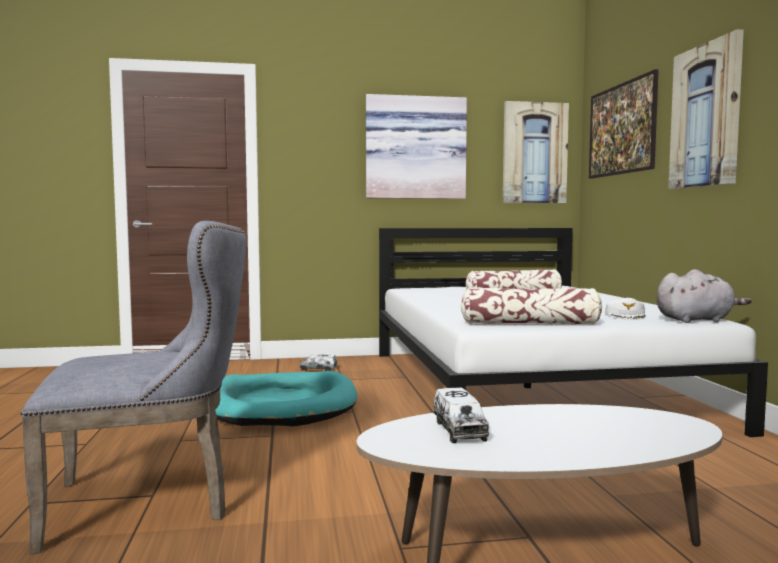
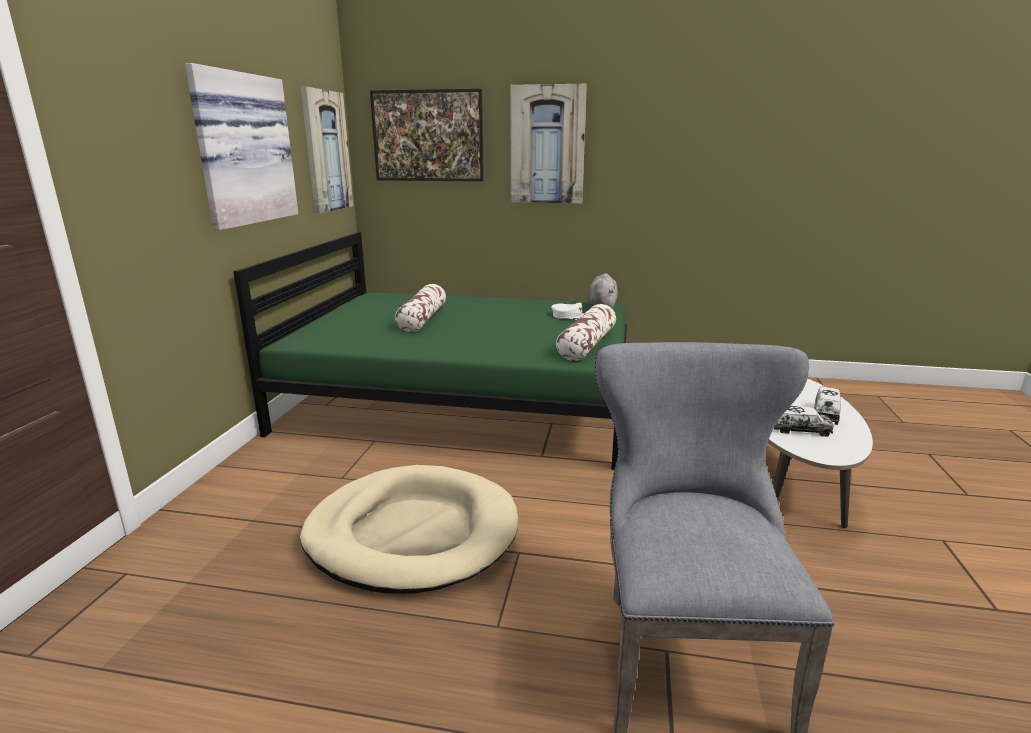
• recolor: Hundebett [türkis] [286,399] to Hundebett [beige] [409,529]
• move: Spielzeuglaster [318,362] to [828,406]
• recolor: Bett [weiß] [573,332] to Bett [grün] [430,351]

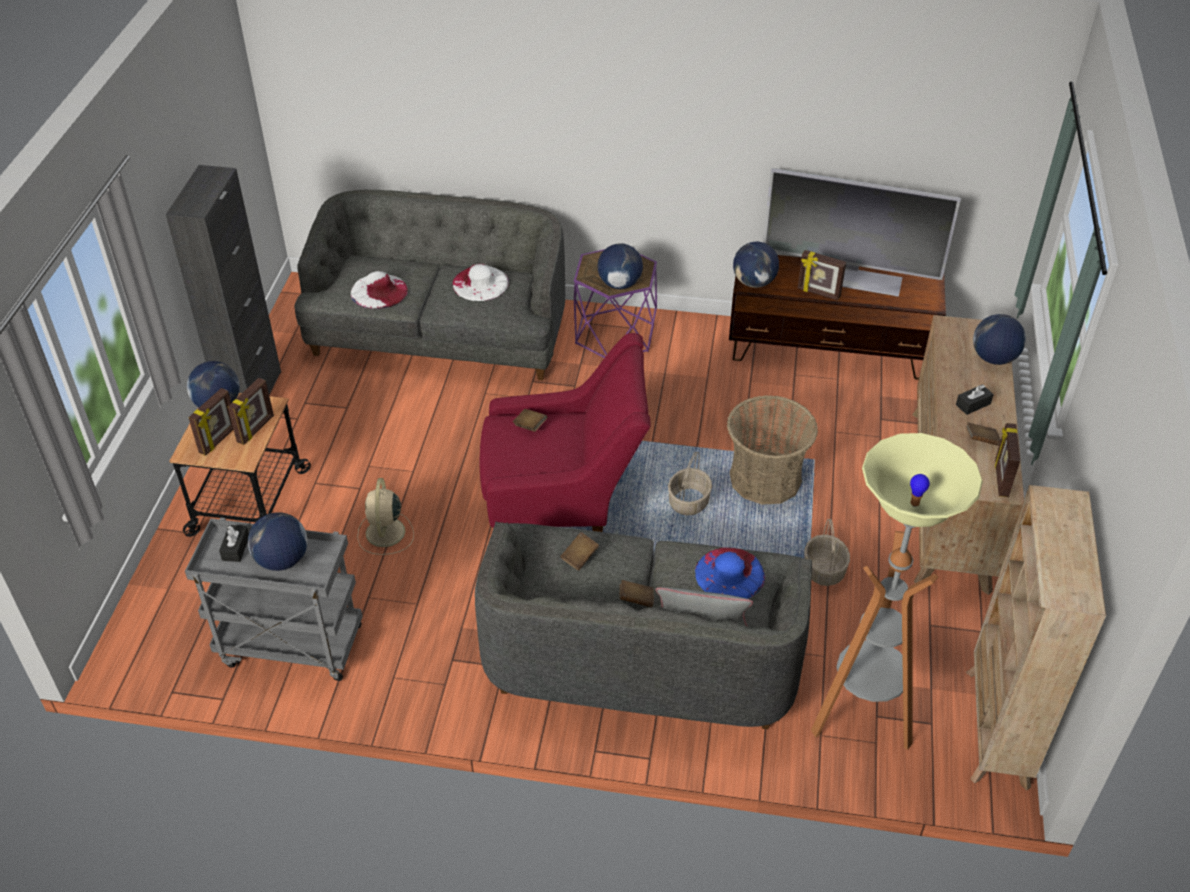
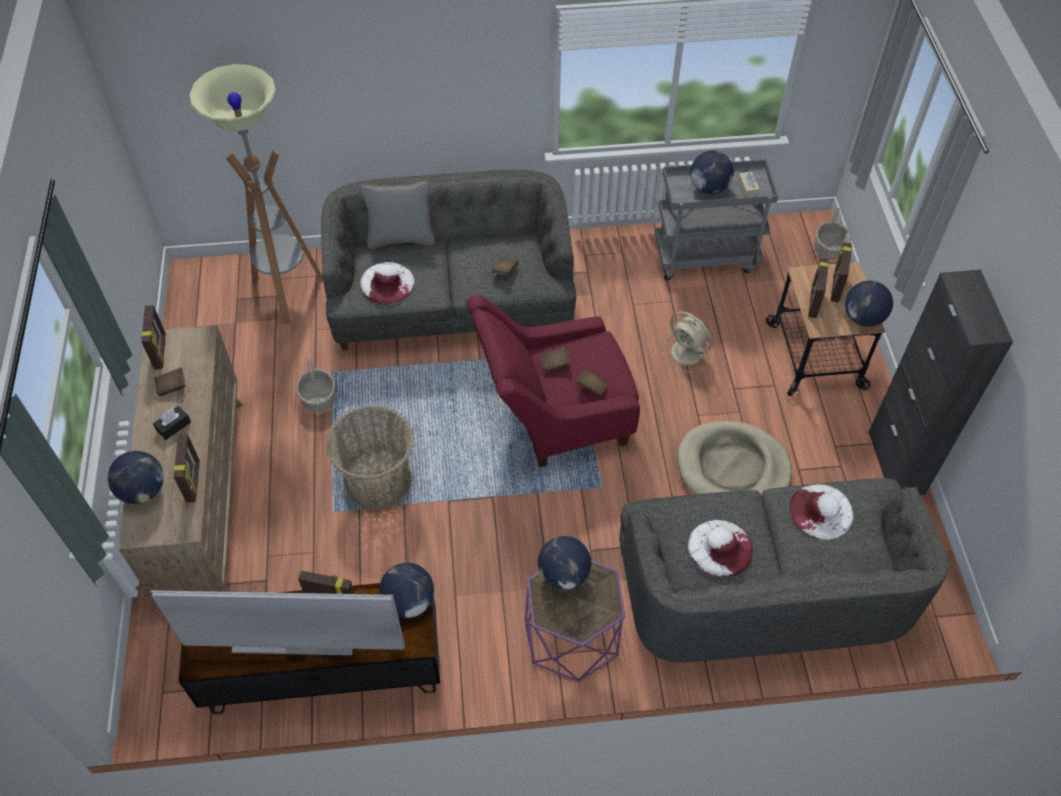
• recolor: Taschentuchbox [schwarz] [234,543] to Taschentuchbox [beige] [749,184]
• rotate: Ventilator [beige] [385,516] = [688,341] 150 degrees clockwise
• move: Buch [braun] [637,593] to [555,360]
• move: Korb [690,484] to [832,234]
• recolor: Hut [blau] [730,573] to Hut [weiß] [387,283]
• delete: Bücherregal [beige] [1036,637]
• insert: Bilderrahmen [186,468]
• insert: Hundebett [beige] [734,458]

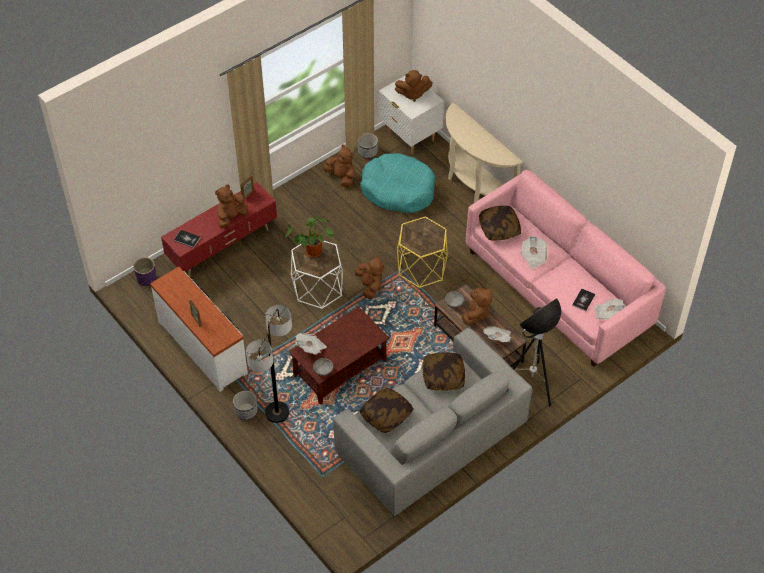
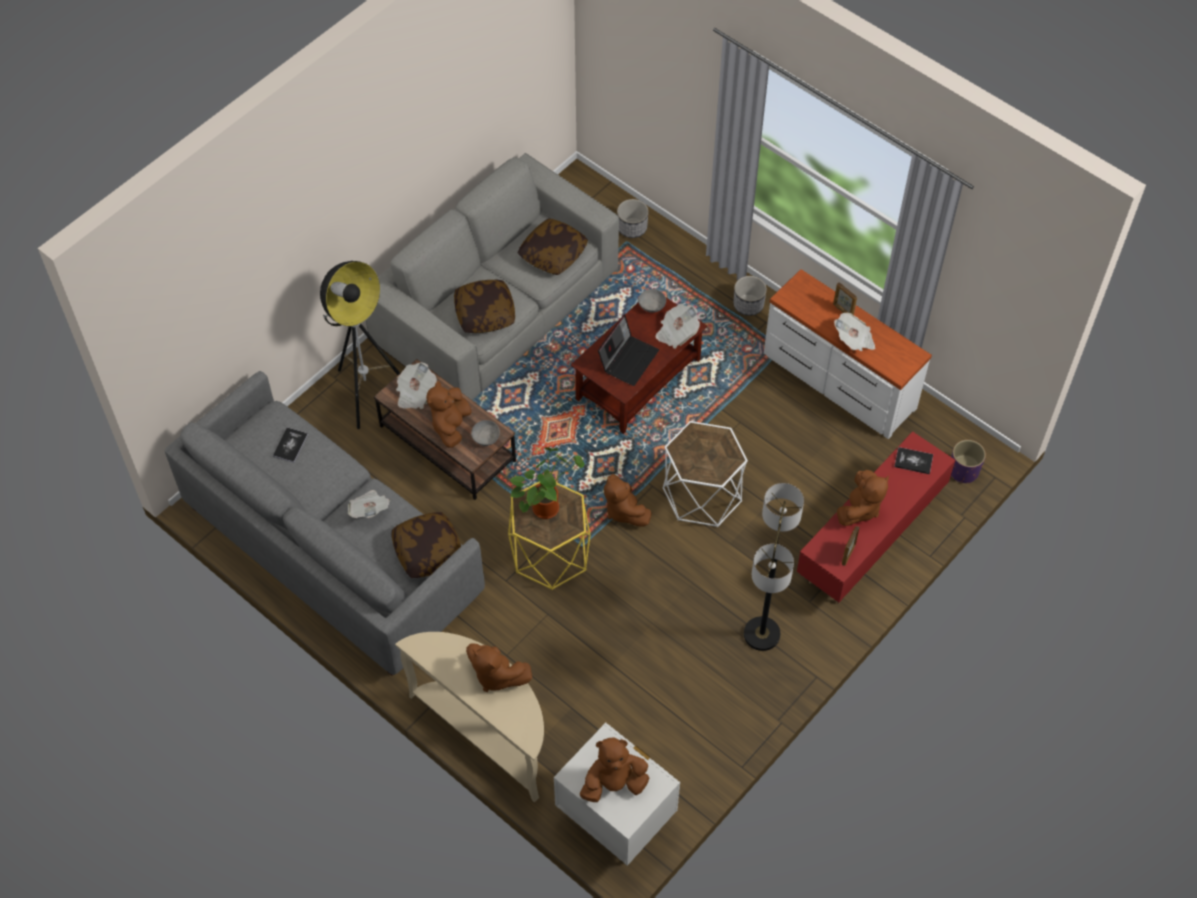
• move: Stehlampe [269,364] to [774,567]
• move: Topfpflanze [310,237] to [547,483]
• move: Plüschtier [braun] [339,165] to [499,667]
• move: Pflanzkübel [367,146] to [632,218]
• delete: Hundebett [türkis] [397,183]
• recolor: Sofa [rosa] [566,268] to Sofa [grau] [325,523]
• move: Zeitung [610,309] to [854,332]
• insert: Laptop [628,350]

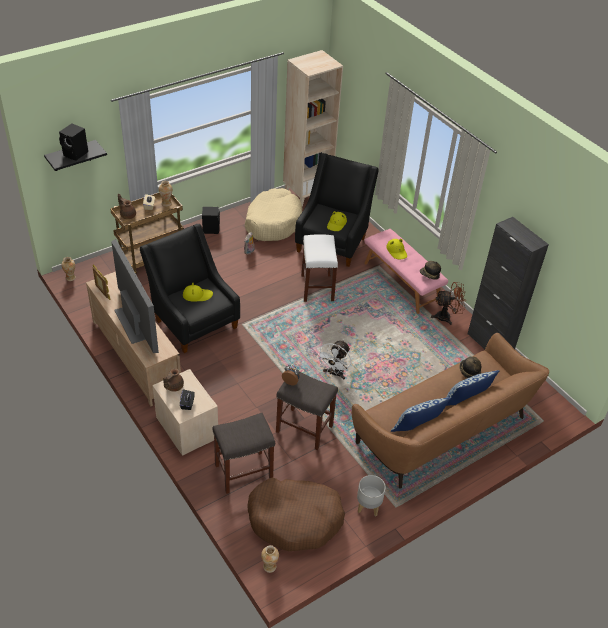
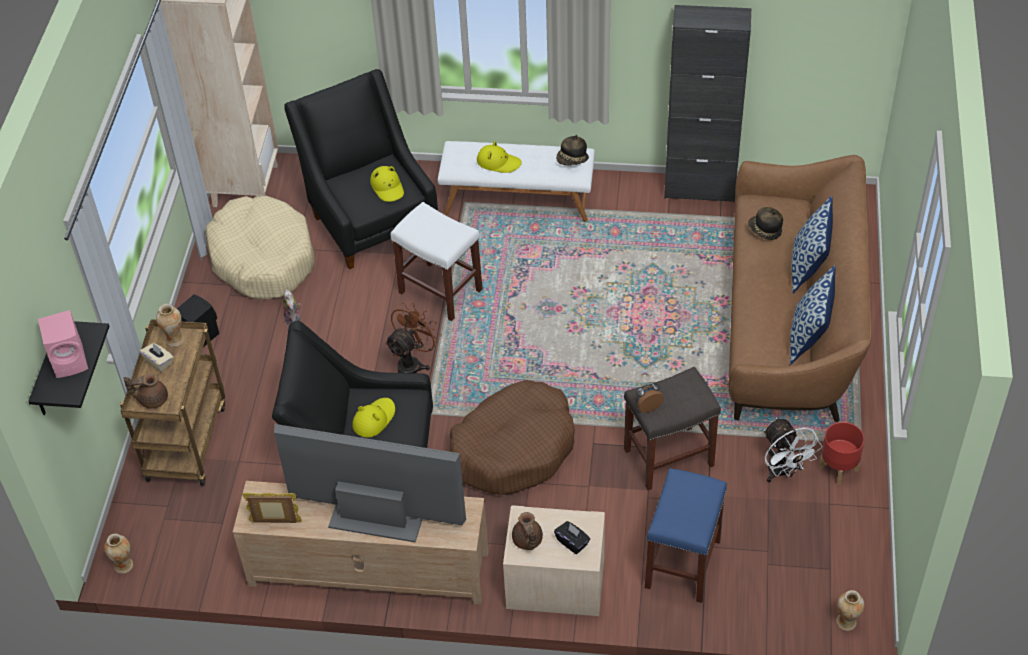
• recolor: Lautsprecher [schwarz] [73,141] to Lautsprecher [rosa] [63,344]
• recolor: Hocker [grau] [243,453] to Hocker [blau] [686,535]
• move: Hundebett [braun] [296,514] to [512,437]
• move: Ventilator [weiß] [334,359] to [793,450]
• recolor: Pflanzkübel [grau] [371,496] to Pflanzkübel [rot] [842,453]
• recolor: Bank [rosa] [406,271] to Bank [weiß] [516,181]
• move: Ventilator [braun] [448,303] to [413,338]

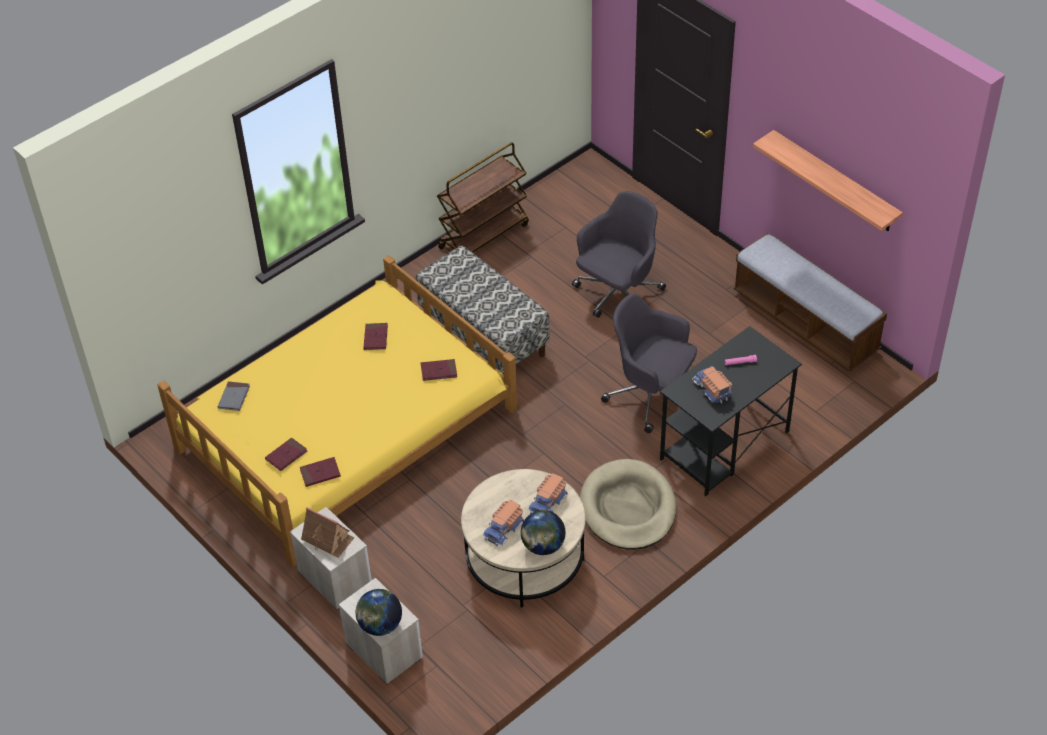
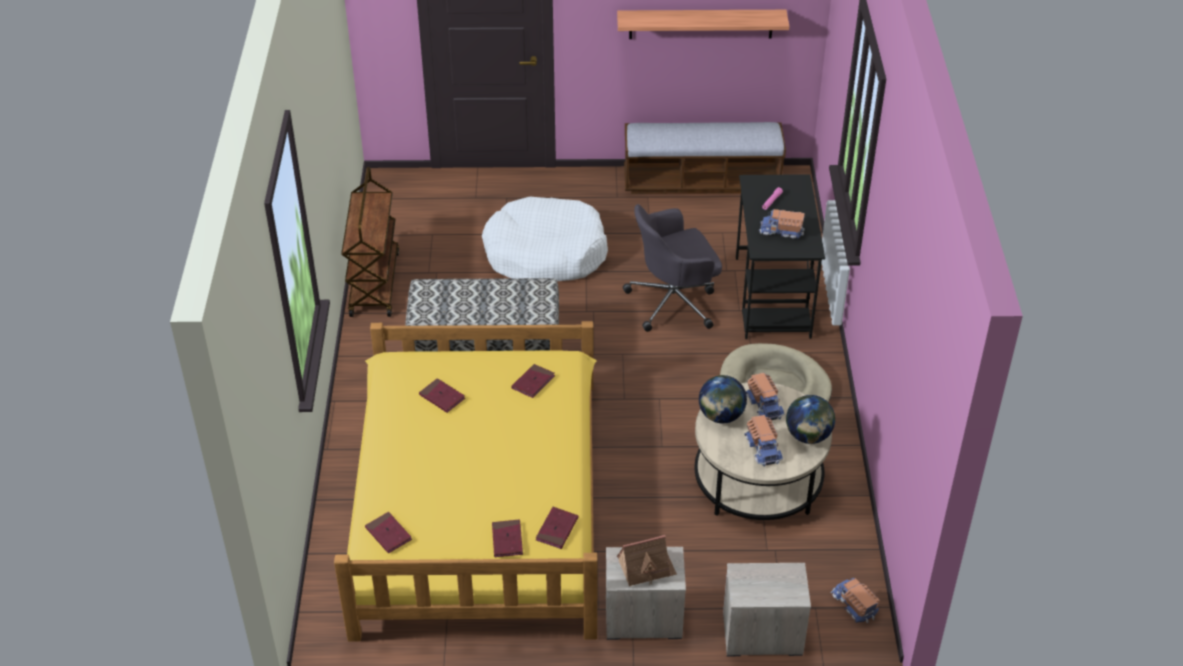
• recolor: Buch [grau] [234,396] to Buch [rot] [388,532]
• move: Globus [378,612] to [723,399]
• replace: Bürostuhl [grau] [619,254] to Hundebett [weiß] [545,239]
• insert: Spielzeuglaster [855,600]

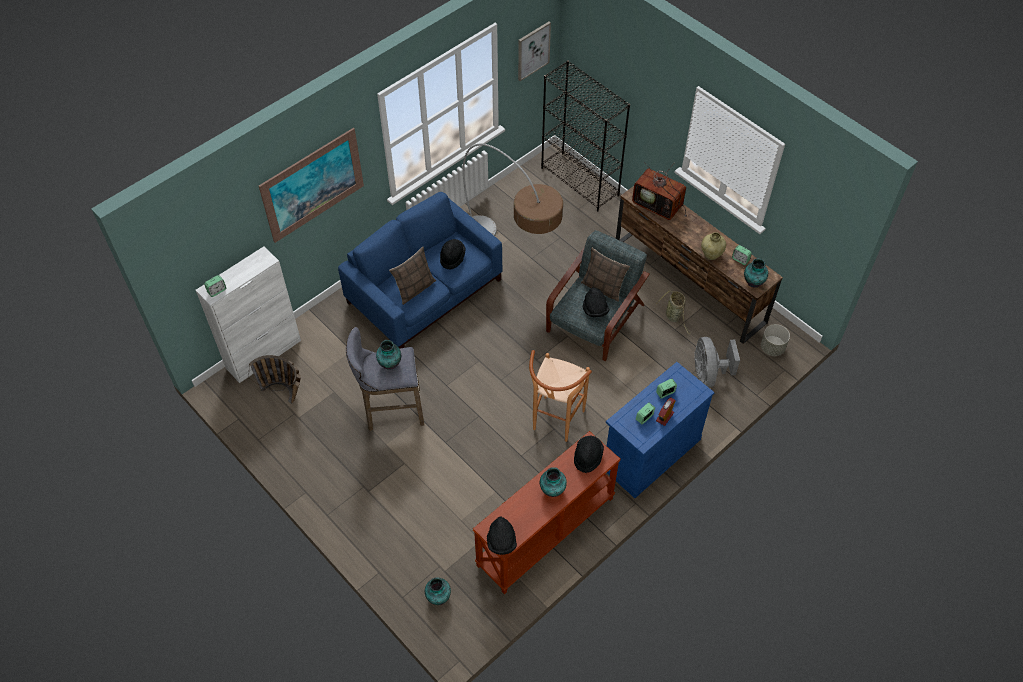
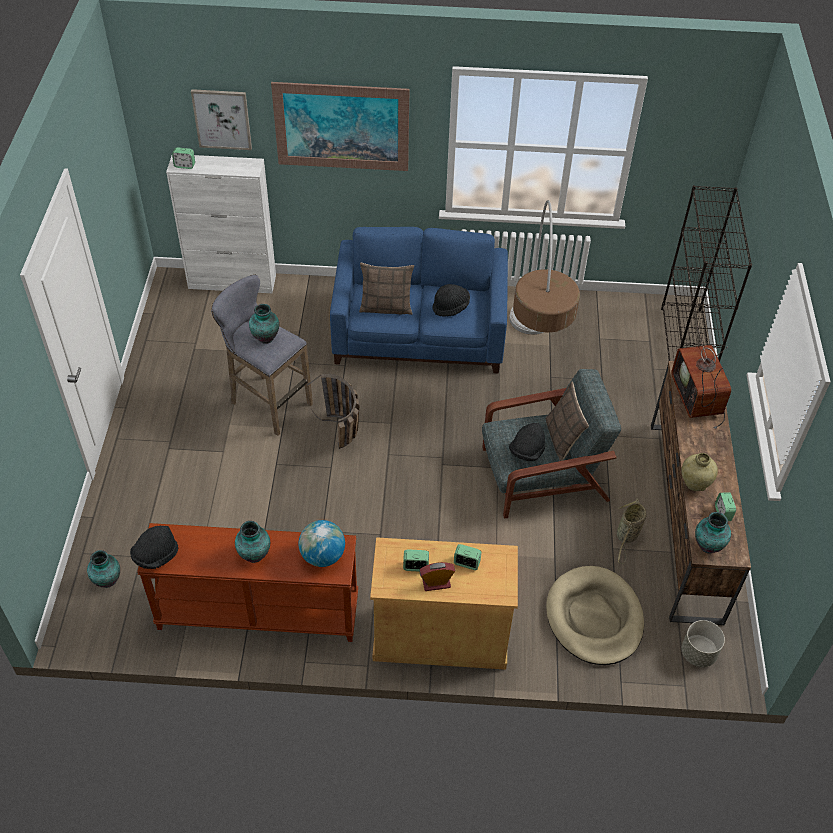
• move: Korb [274,379] to [333,411]
• move: Bild [534,51] to [221,119]
• delete: Hocker [braun] [560,396]
• replace: Hut [schwarz] [589,454] to Globus [322,543]
• recolor: Schrank [blau] [660,430] to Schrank [beige] [444,603]
• replace: Ventilator [grau] [717,362] to Hundebett [beige] [595,615]

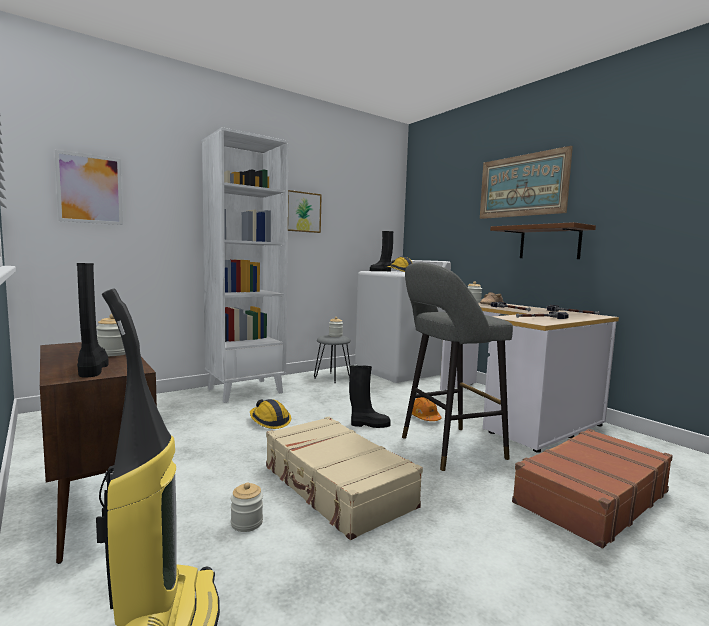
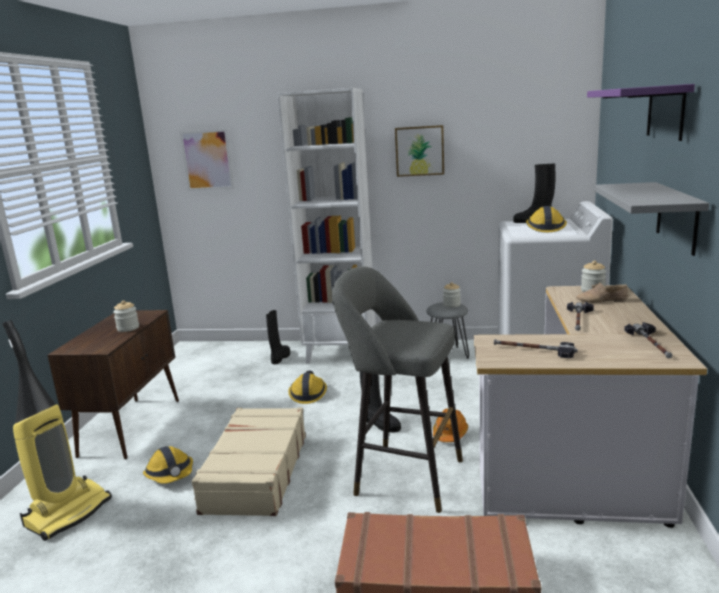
• move: Stiefel [schwarz] [93,320] to [278,337]
• replace: Vorratsglas [247,507] to Schutzhelm [168,465]
• replace: Bild [526,182] to Wandregal [lila] [641,112]
• recolor: Wandregal [braun] [543,240] to Wandregal [grau] [651,219]

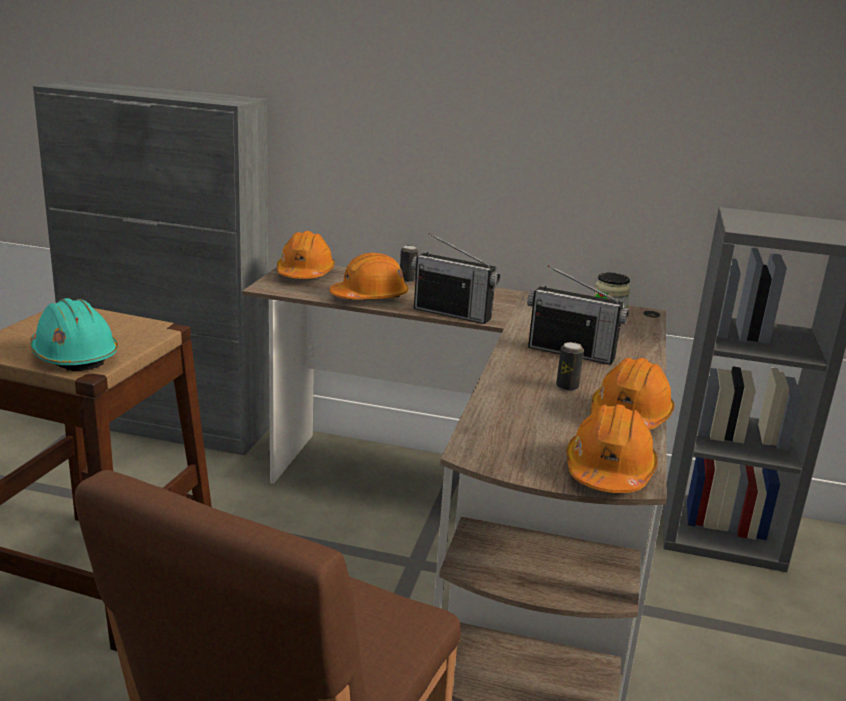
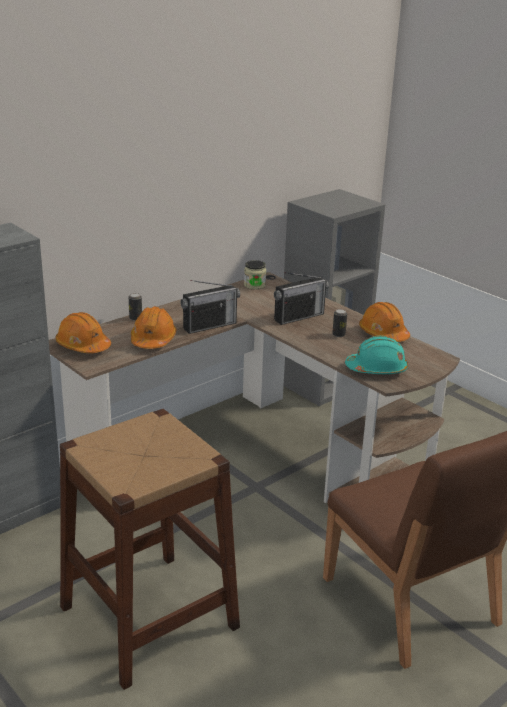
• move: Schutzhelm [türkis] [74,334] to [376,355]
• delete: Schutzhelm [orange] [612,448]

